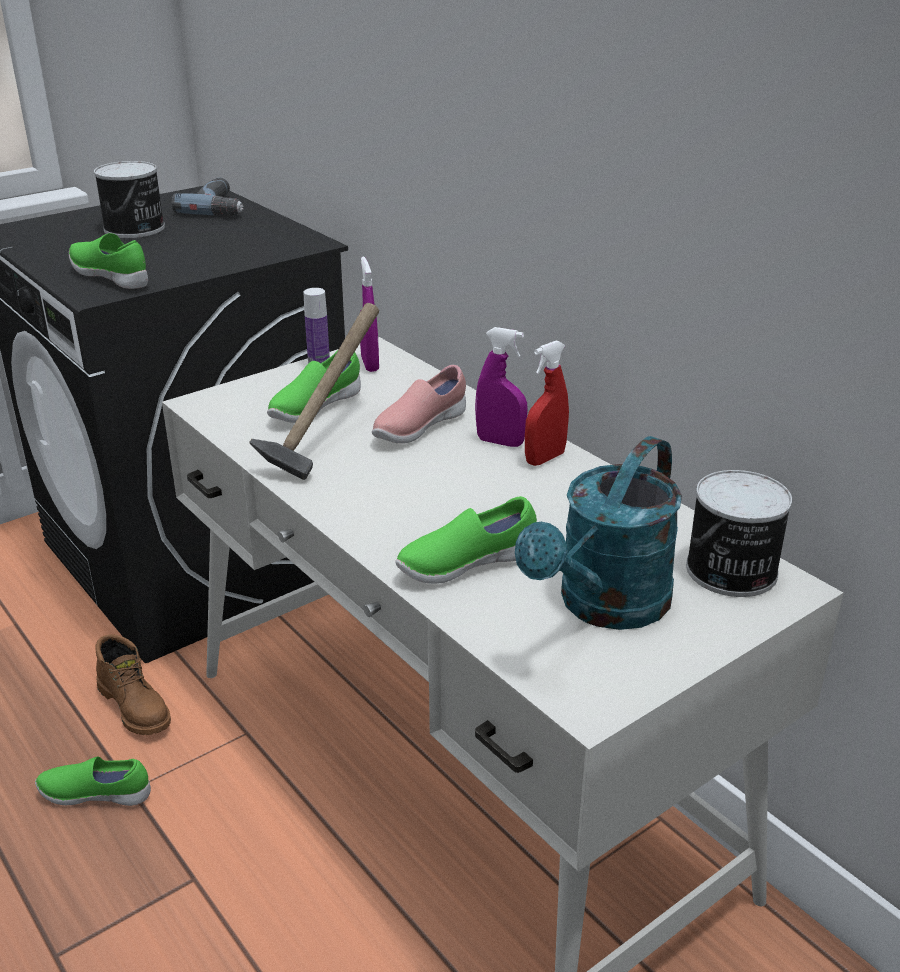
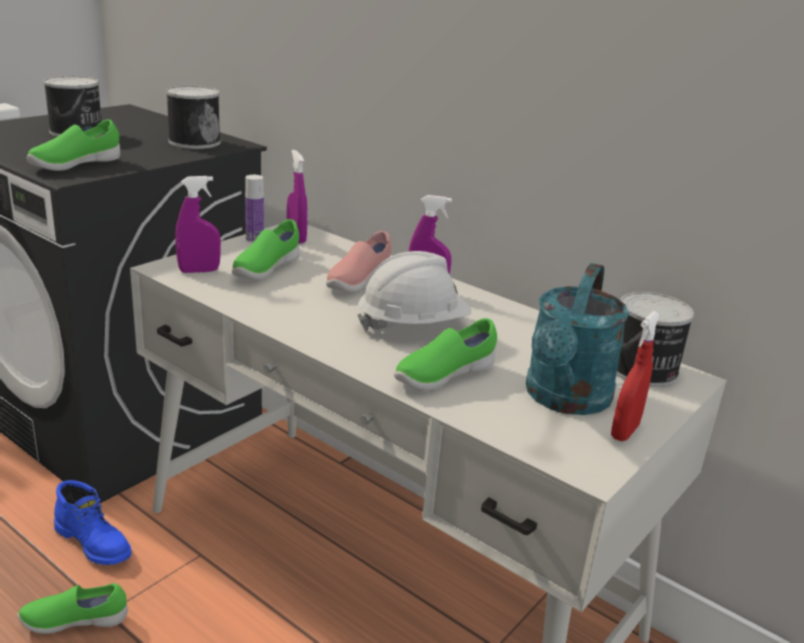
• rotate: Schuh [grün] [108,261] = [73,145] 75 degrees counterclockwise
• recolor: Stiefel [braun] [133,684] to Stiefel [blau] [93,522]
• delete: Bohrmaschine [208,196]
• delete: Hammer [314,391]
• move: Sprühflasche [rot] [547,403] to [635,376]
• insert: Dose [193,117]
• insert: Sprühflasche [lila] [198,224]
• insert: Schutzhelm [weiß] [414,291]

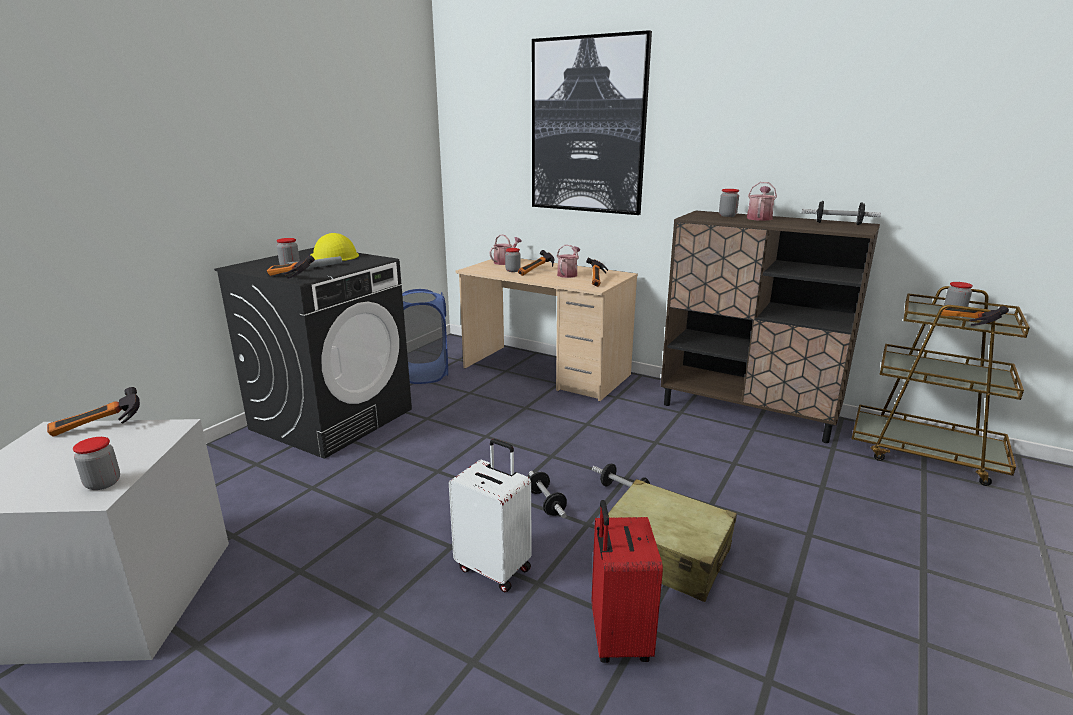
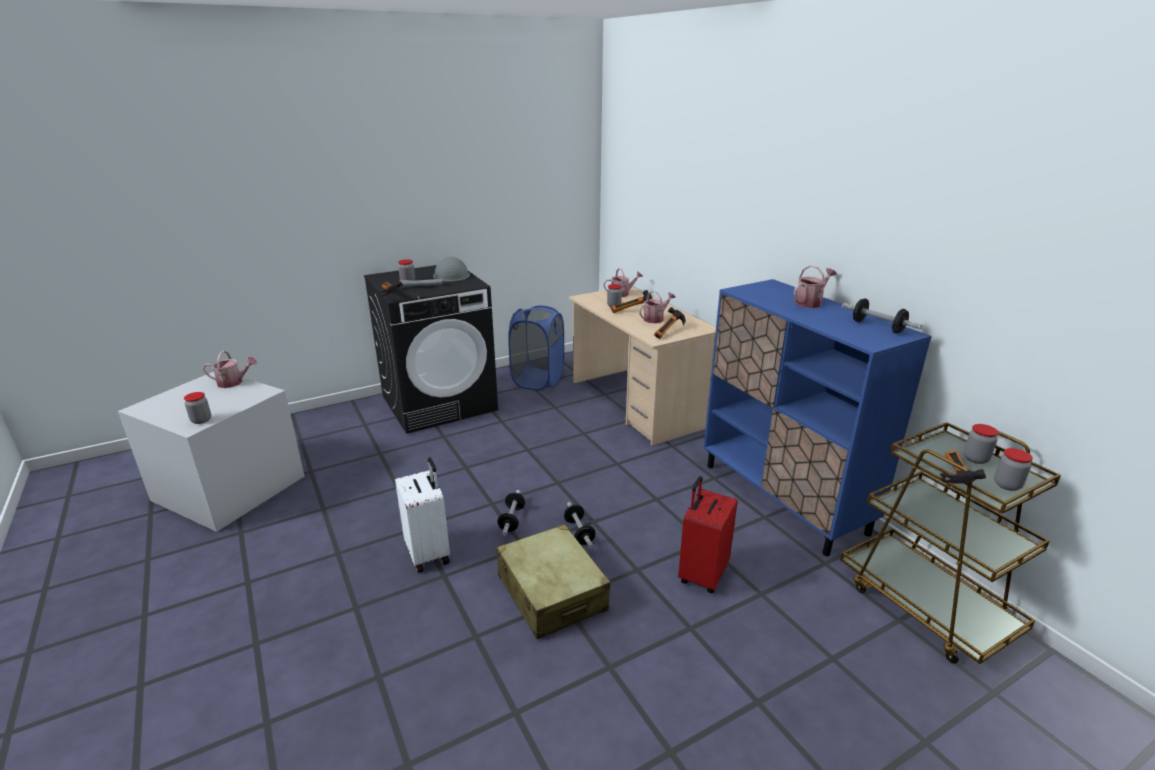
• replace: Hammer [93,412] to Gießkanne [229,369]
• recolor: Schutzhelm [gelb] [334,247] to Schutzhelm [grau] [451,269]
• delete: Bild [592,122]
• move: Koffer [rot] [627,581] to [708,534]
• recolor: Schrank [braun] [770,327] to Schrank [blau] [818,417]
• move: Vorratsglas [729,203] to [1013,469]

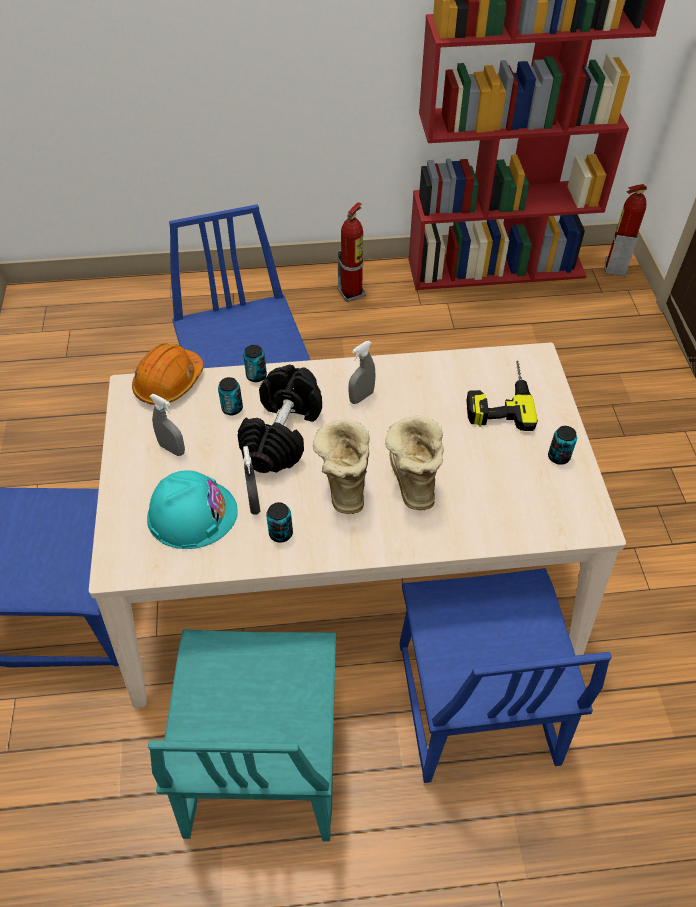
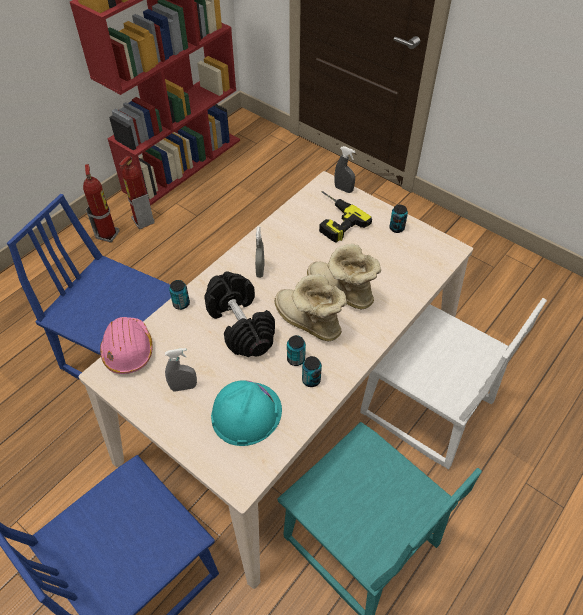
• recolor: Schutzhelm [orange] [168,374] to Schutzhelm [rosa] [126,345]
• move: Dose [230,396] to [296,350]
• move: Sprühflasche [grau] [251,480] to [344,169]
• recolor: Stuhl [blau] [506,675] to Stuhl [weiß] [453,384]
• move: Feuerlöscher [625,230] to [137,192]

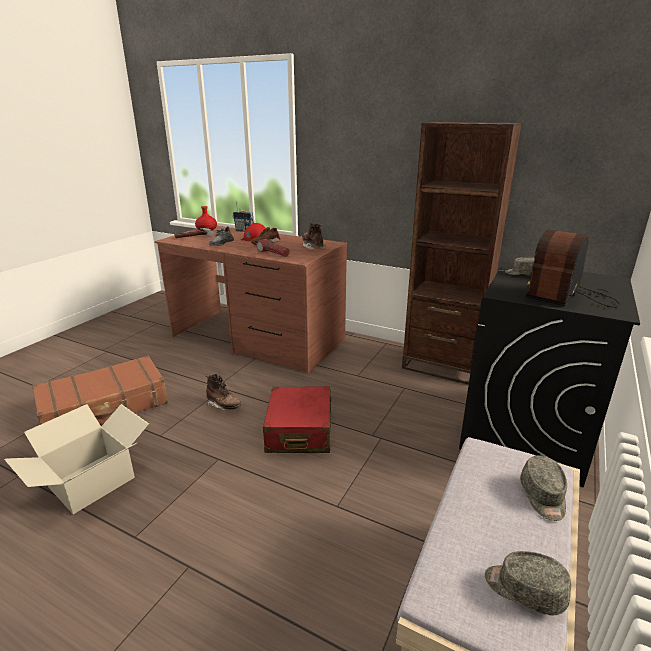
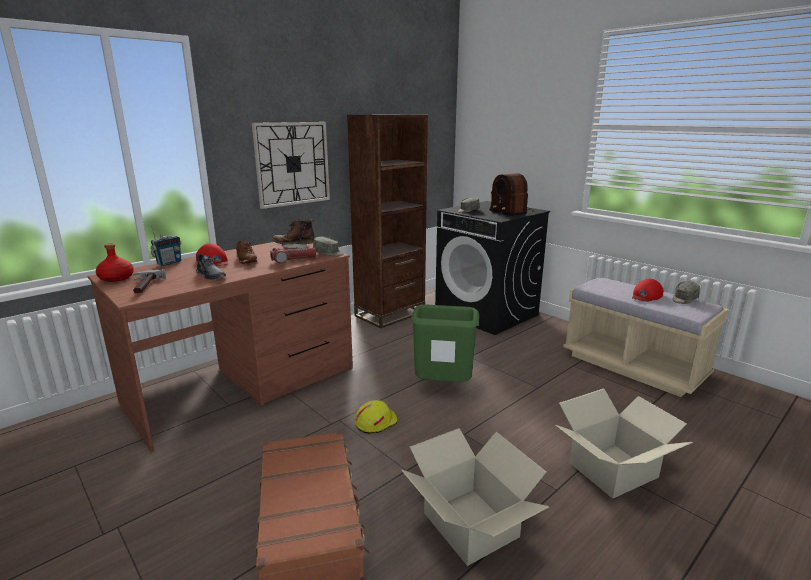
• replace: Stiefel [braun] [223,392] to Schutzhelm [gelb] [376,417]
• replace: Koffer [rot] [297,419] to Mülleimer [grün] [444,343]
• move: Kappe [grau] [543,488] to [328,247]
• insert: Wanduhr [291,165]
• insert: Karton [624,443]
• insert: Kappe [rot] [647,290]

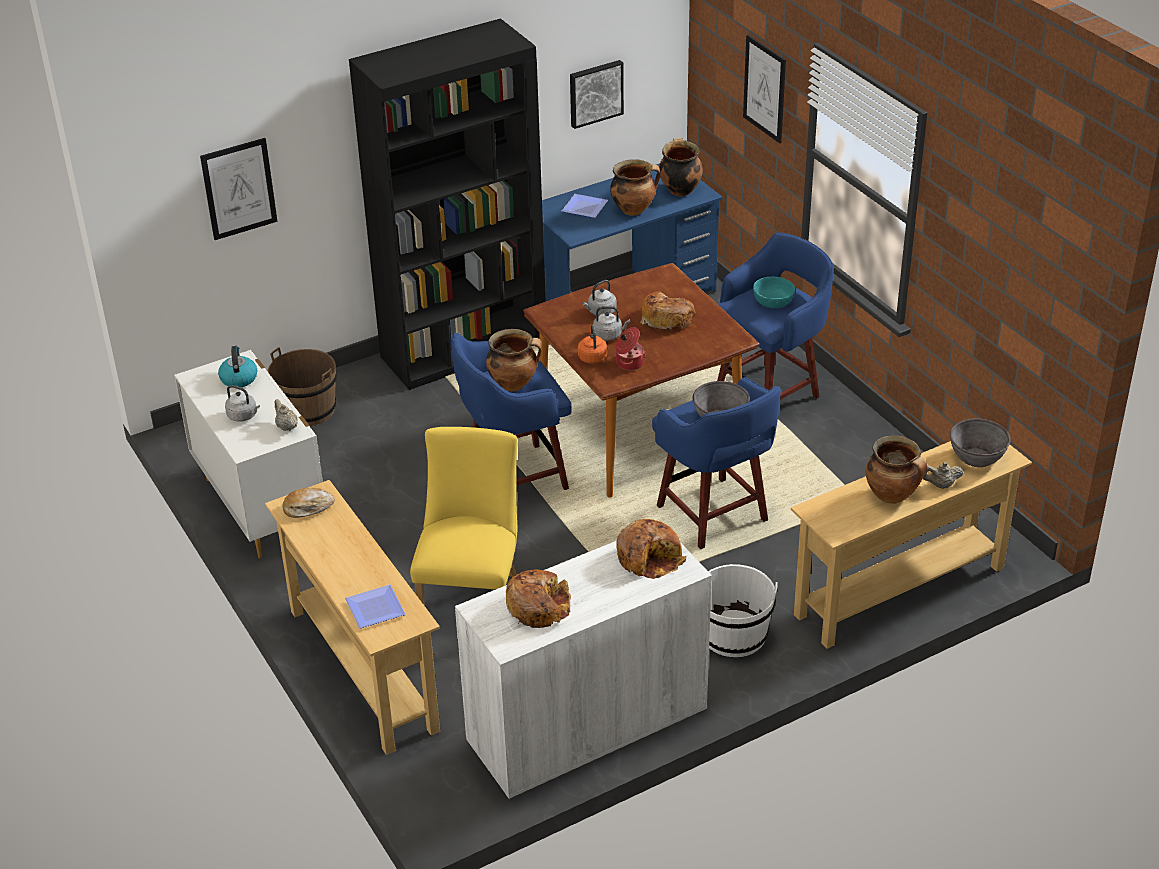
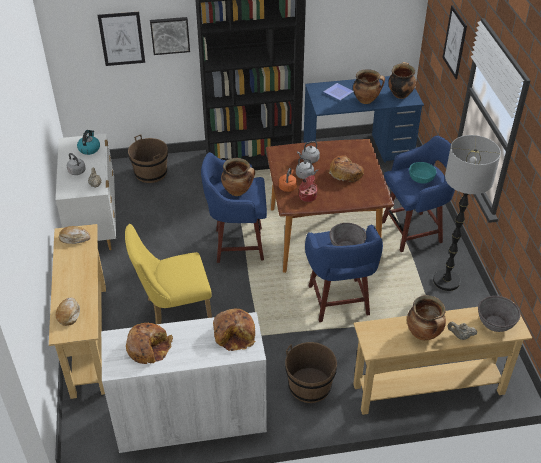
• replace: Teller [375,606] to Brot [68,311]
• rotate: Stuhl [gelb] [464,516] = [168,274] 135 degrees counterclockwise
• move: Bild [597,94] to [170,36]
• recolor: Eimer [weiß] [743,610] to Eimer [braun] [311,372]
• insert: Stehlampe [467,213]

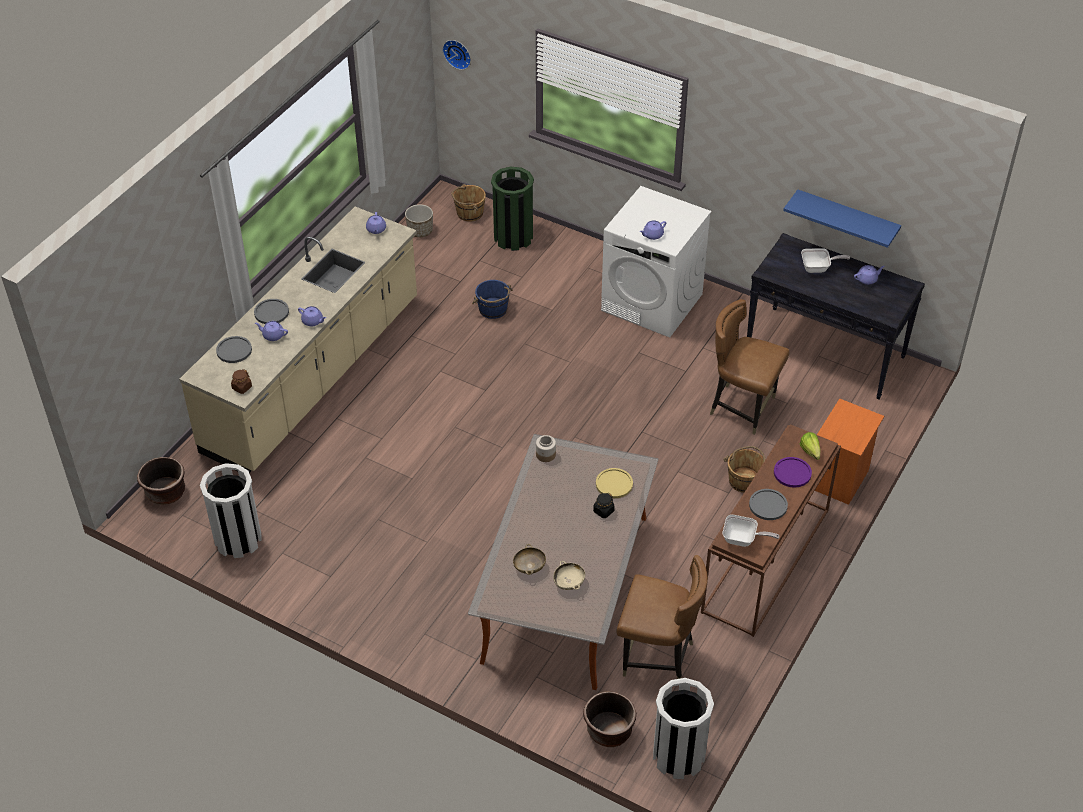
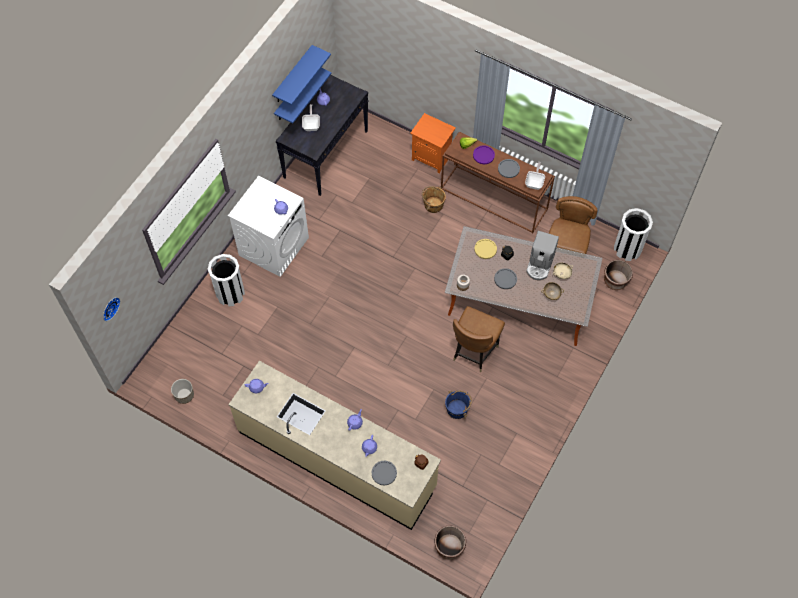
• move: Mülleimer [weiß] [231,510] to [226,280]
• move: Teller [grau] [271,311] to [505,278]
• delete: Eimer [braun] [468,203]
• move: Eimer [blau] [492,299] to [458,404]
• delete: Mülleimer [grün] [512,209]
• move: Stuhl [braun] [750,367] to [479,339]
• insert: Wandregal [blau] [301,75]
• insert: Kaffeemaschine [542,255]

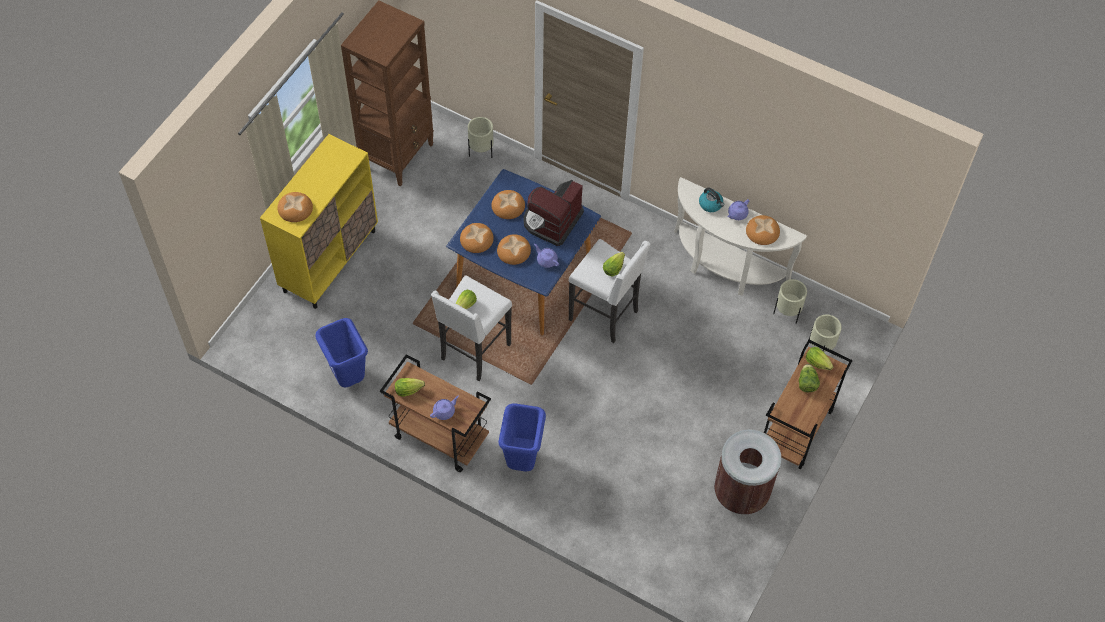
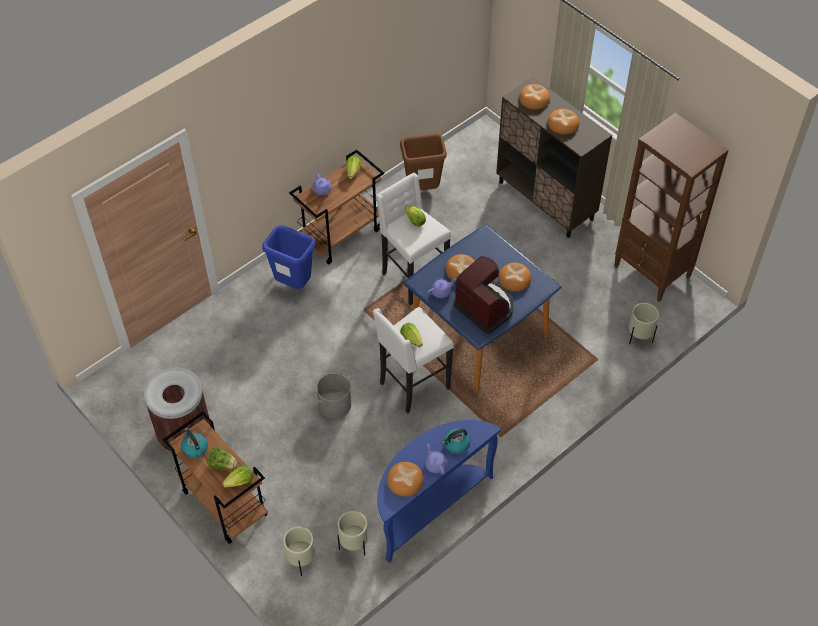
• recolor: Schrank [gelb] [319,221] to Schrank [braun] [554,157]
• recolor: Mülleimer [blau] [341,352] to Mülleimer [braun] [423,162]
• move: Brot [477,238] to [563,122]
• recolor: Konsolentisch [weiß] [740,236] to Konsolentisch [blau] [439,491]
• insert: Wasserkessel [194,443]
• insert: Eimer [grau] [333,393]

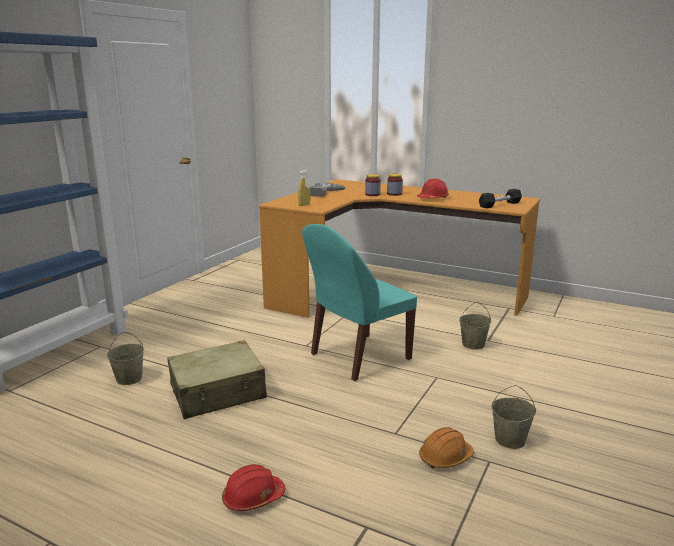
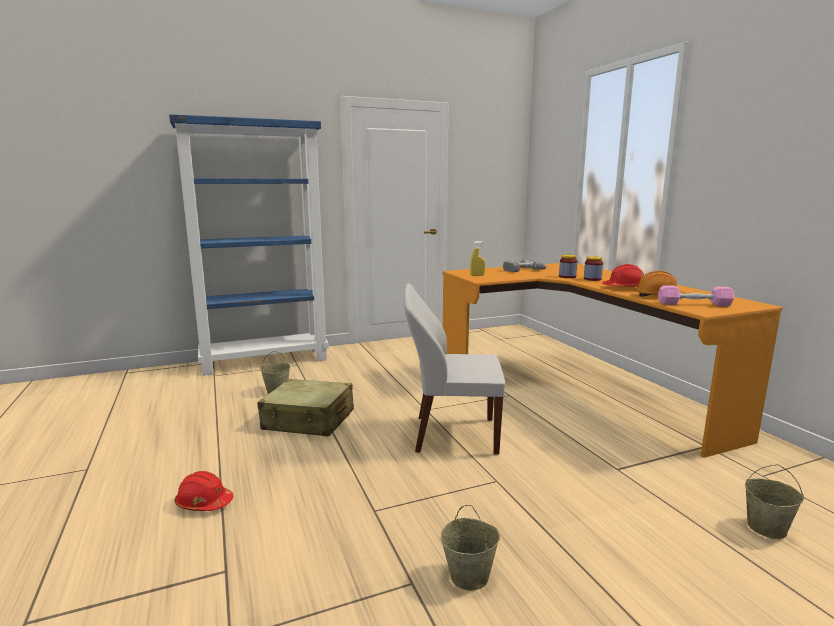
• recolor: Stuhl [türkis] [359,302] to Stuhl [weiß] [454,369]
• move: Schutzhelm [orange] [446,447] to [660,284]
• move: Eimer [beige] [475,326] to [774,501]
• recolor: Hantel [schwarz] [500,198] to Hantel [rosa] [696,295]

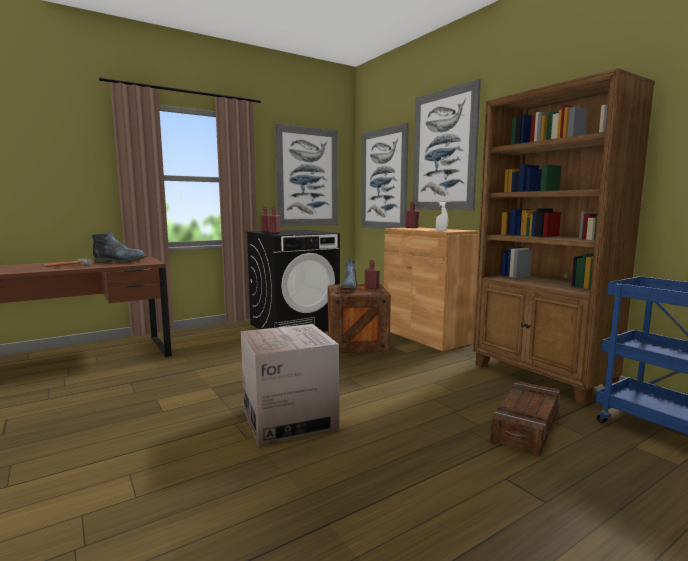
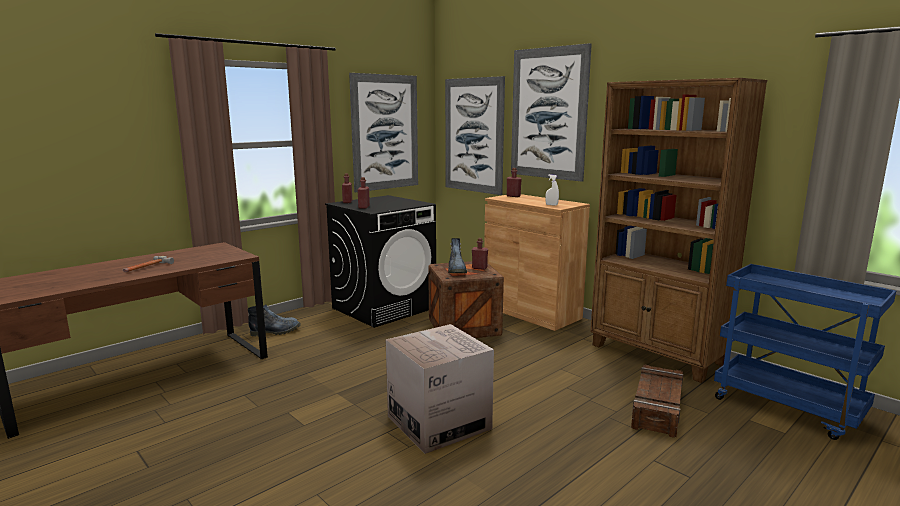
• move: Stiefel [119,247] to [274,320]

